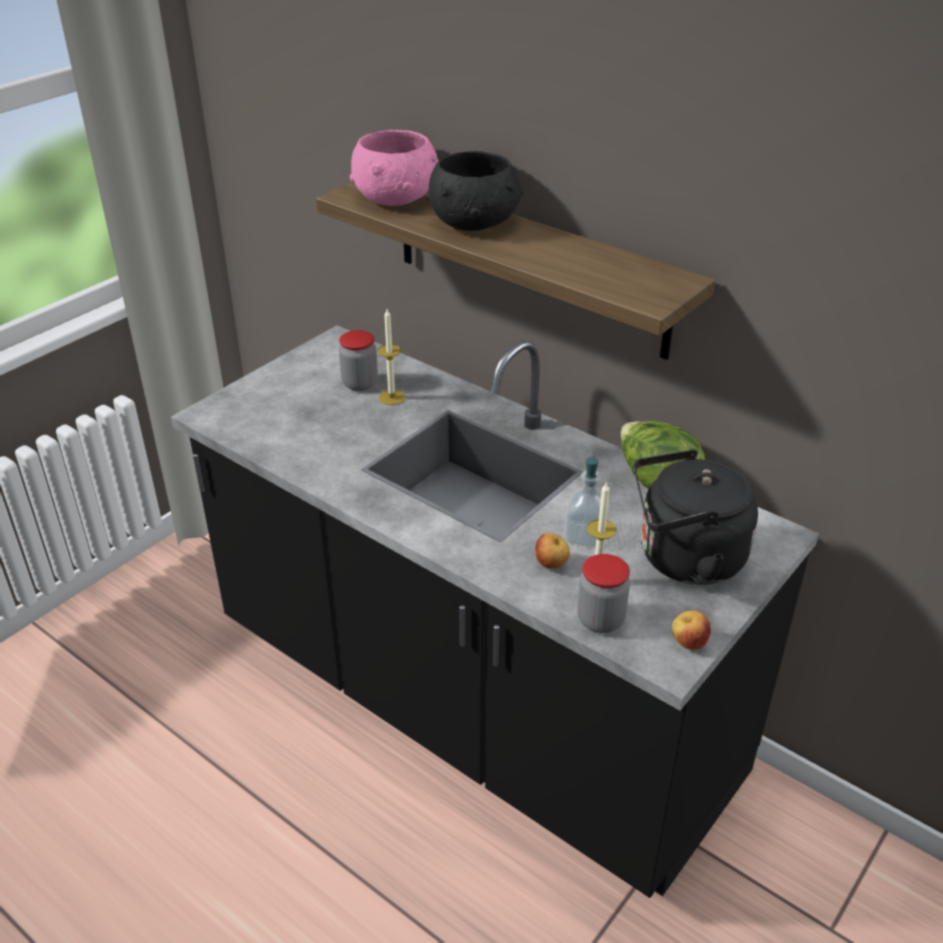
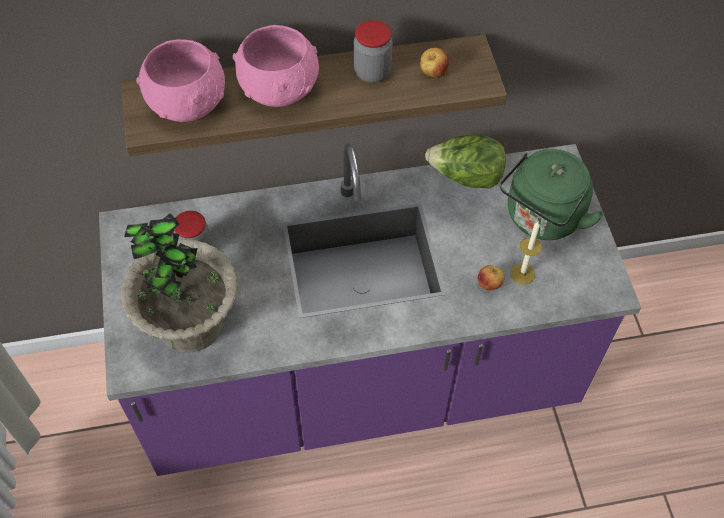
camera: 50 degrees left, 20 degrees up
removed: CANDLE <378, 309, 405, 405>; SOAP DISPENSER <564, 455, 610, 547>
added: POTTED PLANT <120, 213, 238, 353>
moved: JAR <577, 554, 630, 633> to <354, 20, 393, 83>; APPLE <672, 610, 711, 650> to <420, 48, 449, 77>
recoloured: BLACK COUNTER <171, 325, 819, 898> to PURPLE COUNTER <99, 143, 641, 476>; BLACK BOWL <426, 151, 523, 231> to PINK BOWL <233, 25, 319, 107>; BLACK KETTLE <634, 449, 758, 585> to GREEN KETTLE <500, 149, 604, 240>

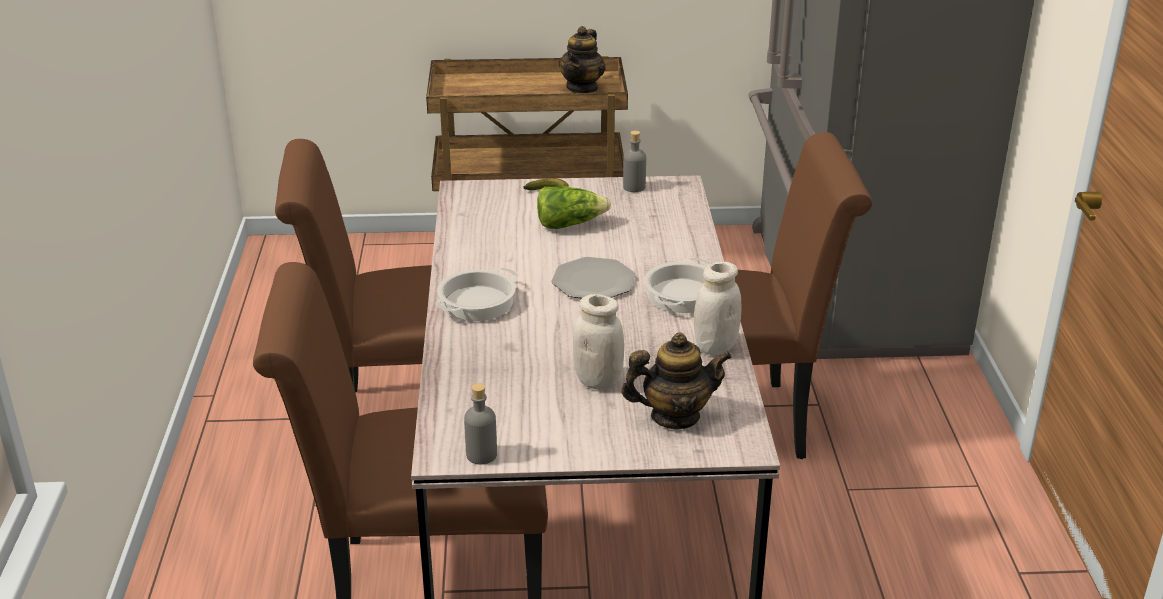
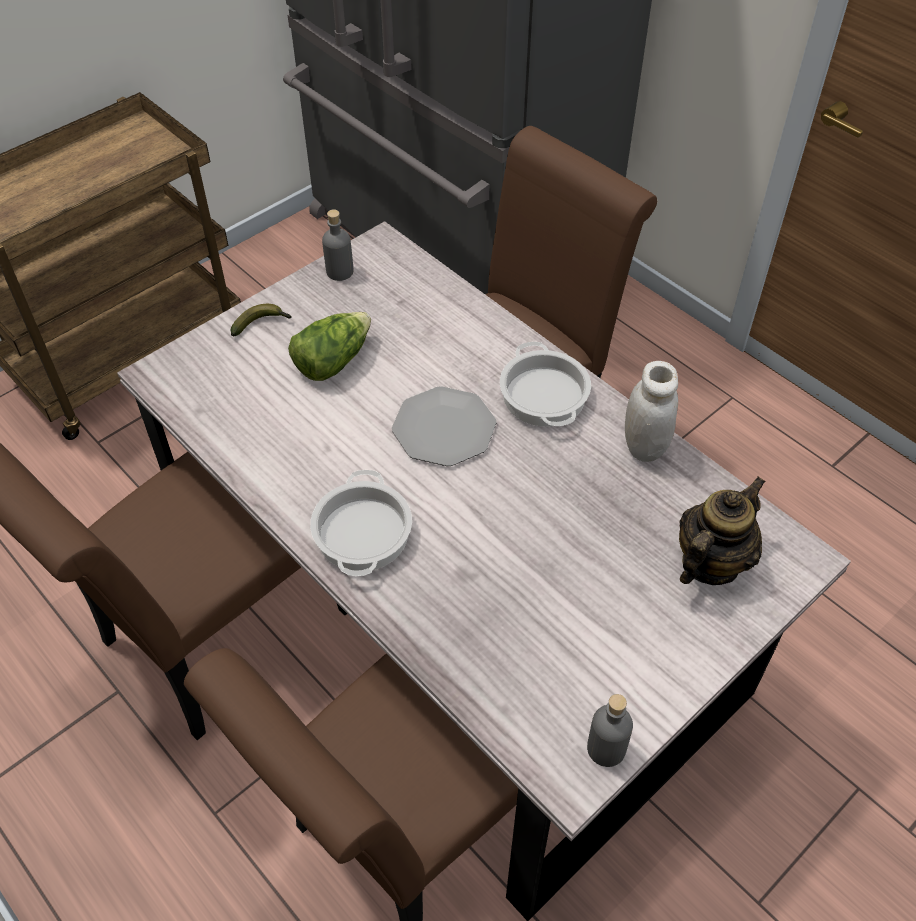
camera: 40 degrees left, 20 degrees up
removed: TEAPOT <559, 26, 606, 93>; WHITE JAR <573, 294, 624, 390>

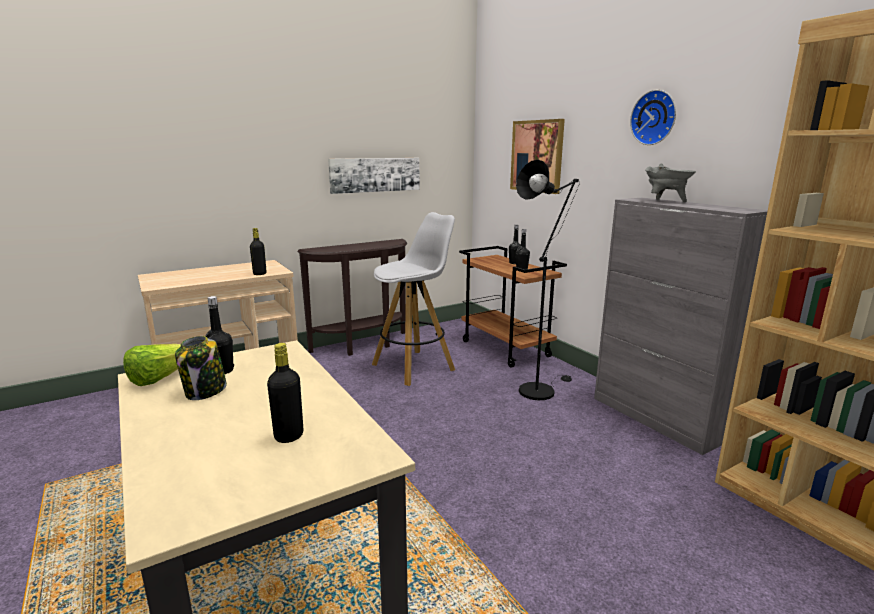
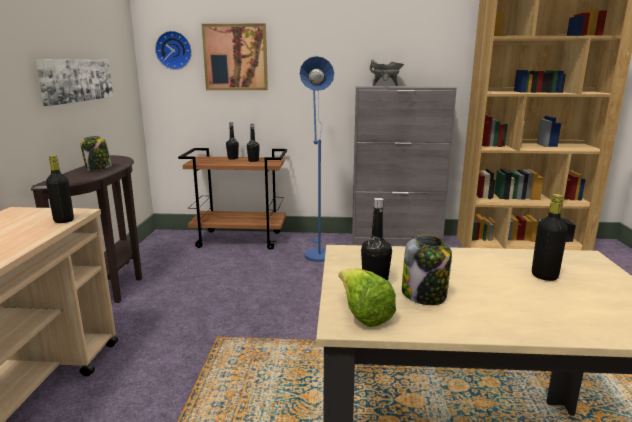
camera: 55 degrees left, 0 degrees up
removed: WHITE STOOL <372, 212, 455, 386>
added: JAR <80, 136, 112, 171>
moved: WALL CLOCK <630, 90, 676, 145> to <155, 31, 192, 70>
recoloured: BLACK FLOOR LAMP <516, 160, 580, 400> to BLUE FLOOR LAMP <300, 56, 334, 262>

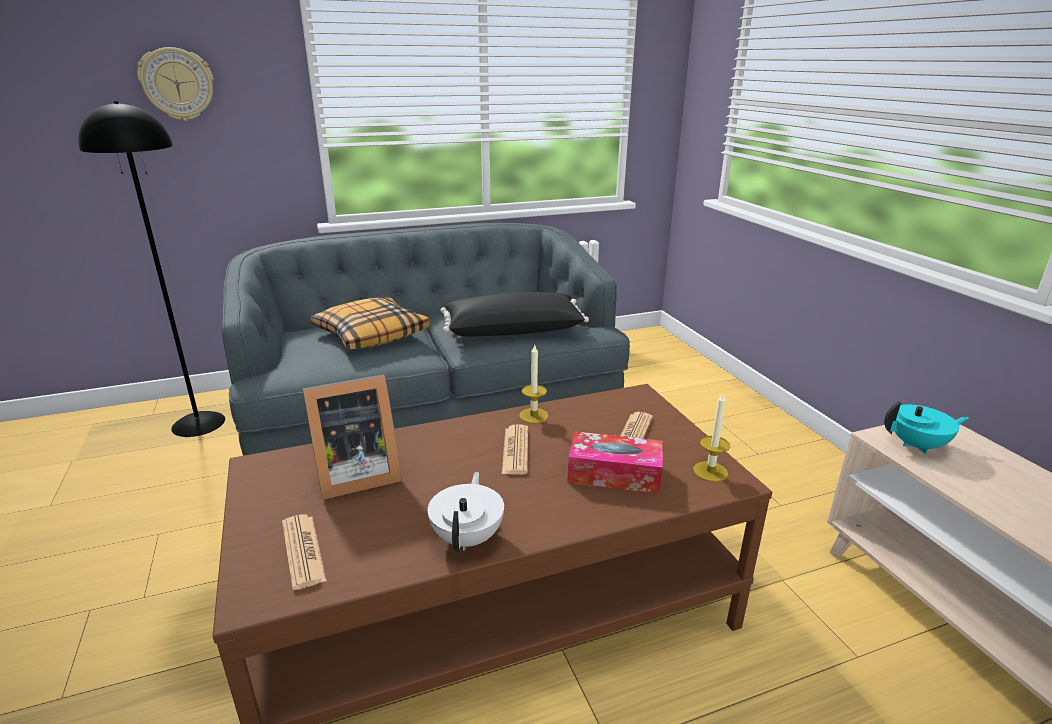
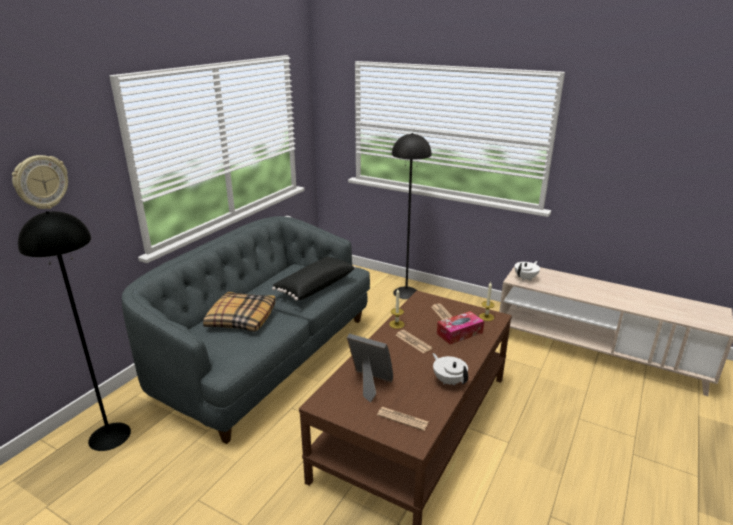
camera: 40 degrees left, 0 degrees up
added: BLACK FLOOR LAMP <392, 133, 431, 299>
recoloured: TURQUOISE TEAPOT <884, 401, 969, 454> to WHITE TEAPOT <514, 261, 540, 281>
turned: PICTURE FRAME <303, 375, 402, 500> = <347, 333, 393, 403> 90 degrees counterclockwise

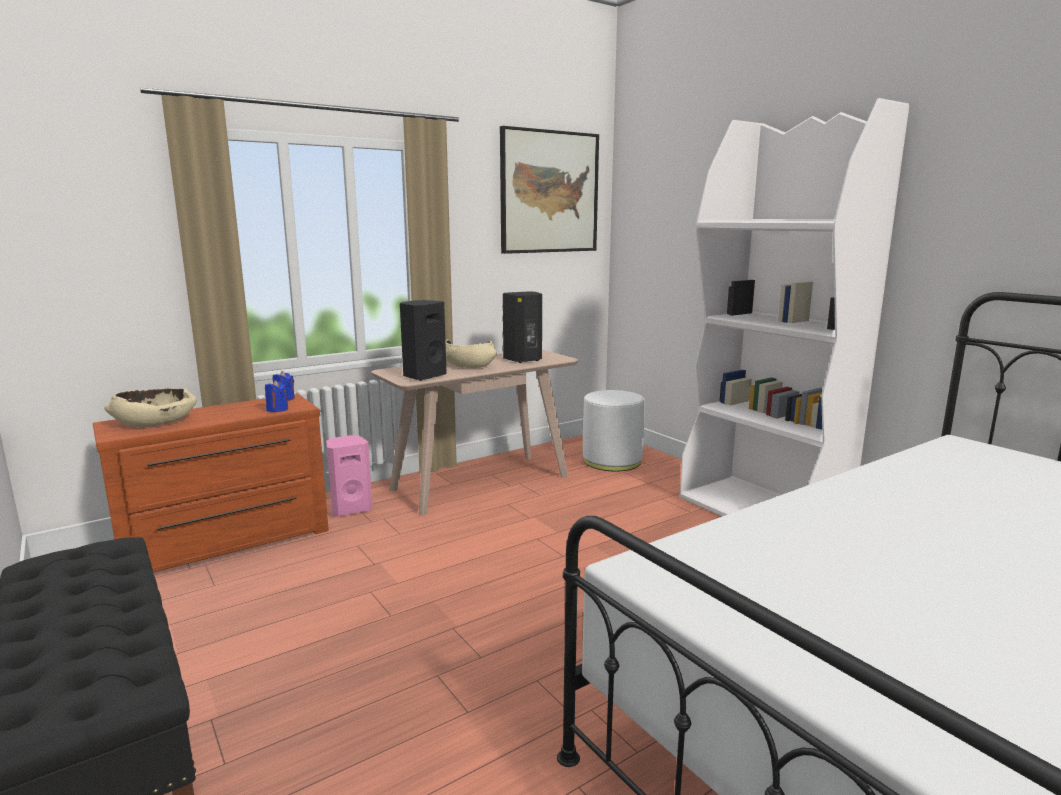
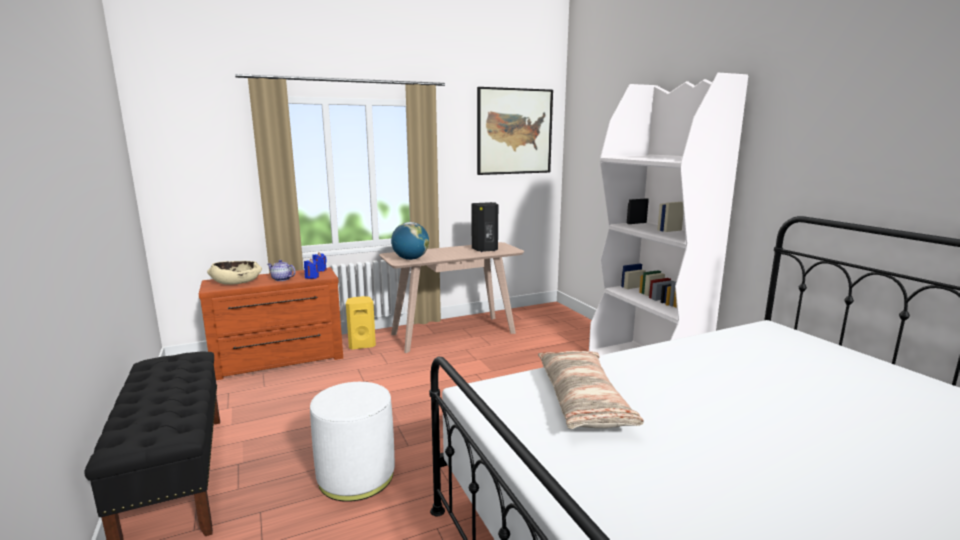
camera: 10 degrees right, 0 degrees up
removed: BEIGE BOWL <445, 339, 497, 368>
added: TEAPOT <268, 260, 296, 281>; PILLOW <538, 351, 644, 429>
moved: WHITE OTTOMAN <583, 390, 645, 471> to <310, 382, 395, 502>
replaced: BLACK SPEAKER <400, 300, 447, 381> to GLOBE <391, 222, 429, 260>
recoloured: PINK SPEAKER <326, 435, 373, 517> to YELLOW SPEAKER <346, 296, 376, 350>

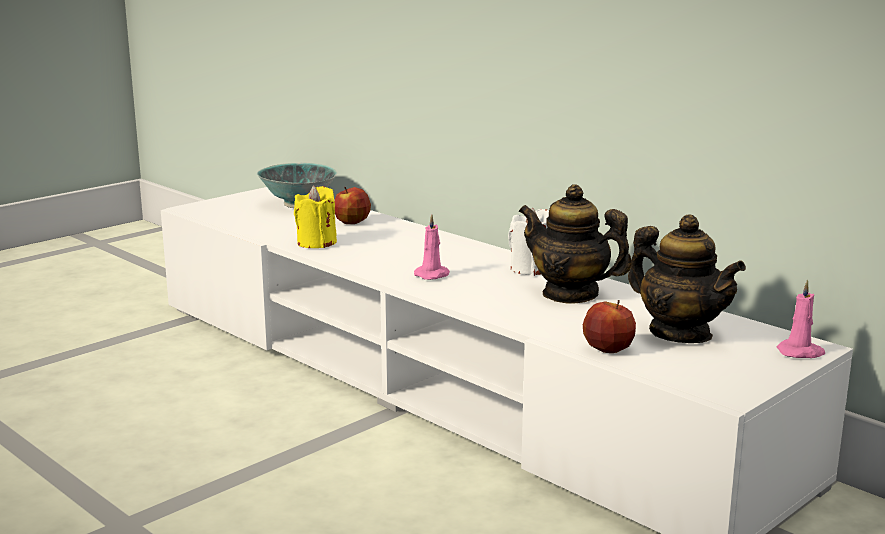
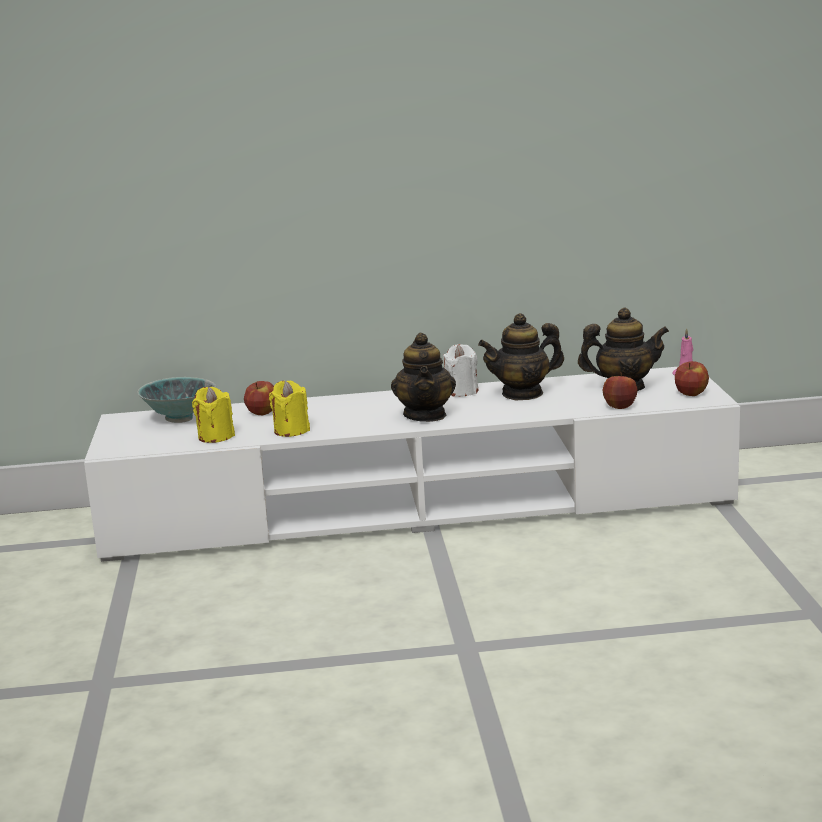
camera: 50 degrees left, 0 degrees up
added: YELLOW CANDLE <192, 387, 235, 443>; APPLE <675, 361, 709, 396>
replaced: PINK CANDLE <414, 214, 450, 280> to TEAPOT <391, 333, 456, 422>

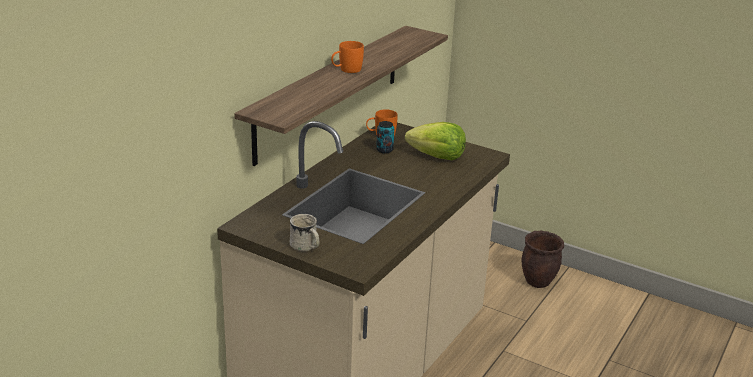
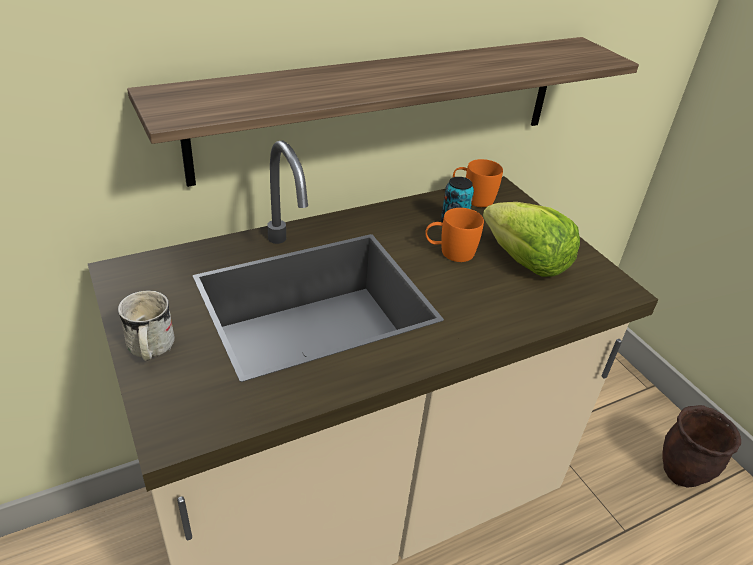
camera: 30 degrees right, 10 degrees up
moved: ORANGE MUG <331, 41, 364, 73> to <425, 208, 484, 262>

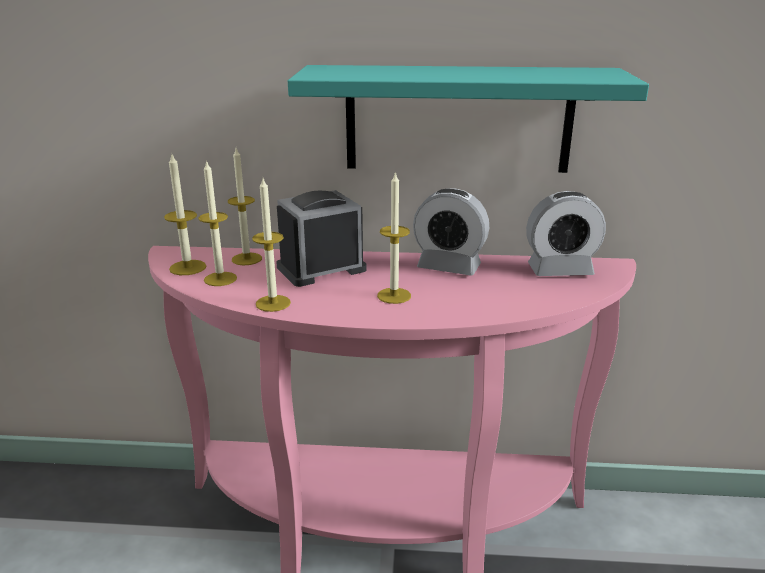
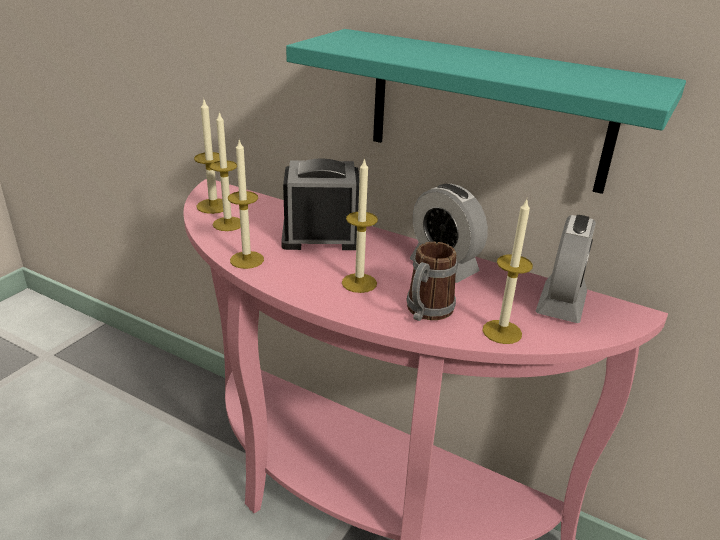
camera: 25 degrees right, 5 degrees up
added: MUG <406, 242, 457, 321>
moved: CANDLE <228, 148, 262, 265> to <482, 199, 533, 344>
turned: ALARM CLOCK <526, 191, 606, 276> = <535, 215, 596, 323> 90 degrees counterclockwise

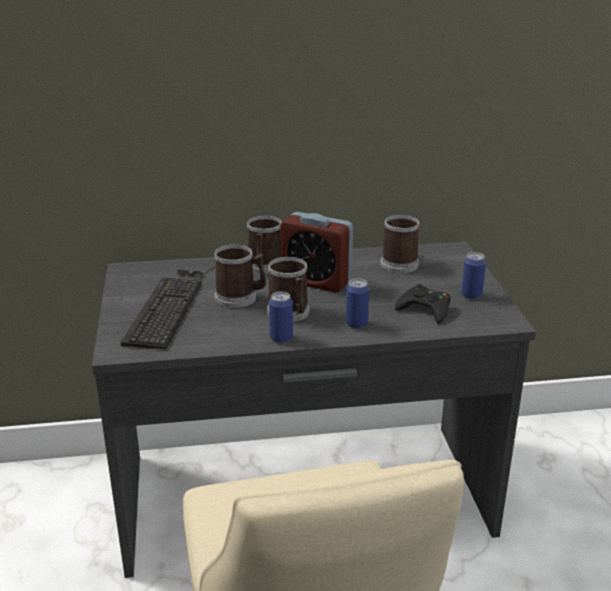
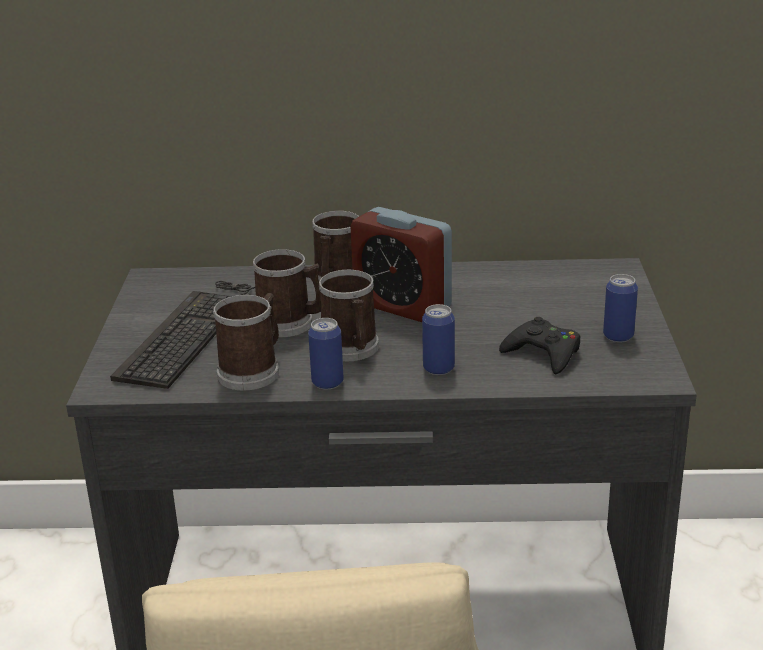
camera: 10 degrees right, 0 degrees up
moved: MUG <380, 214, 420, 273> to <213, 293, 279, 391>

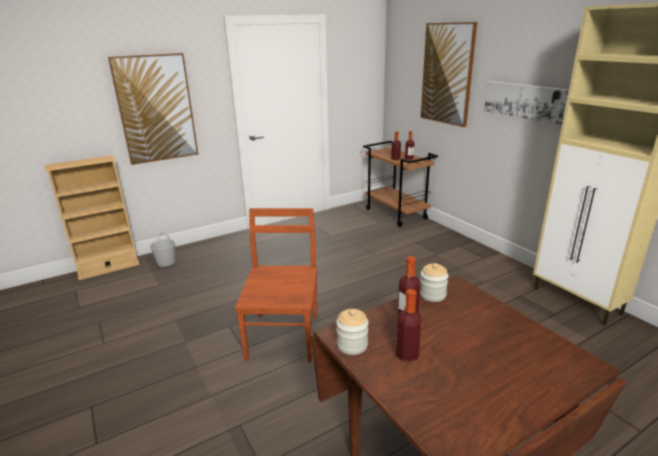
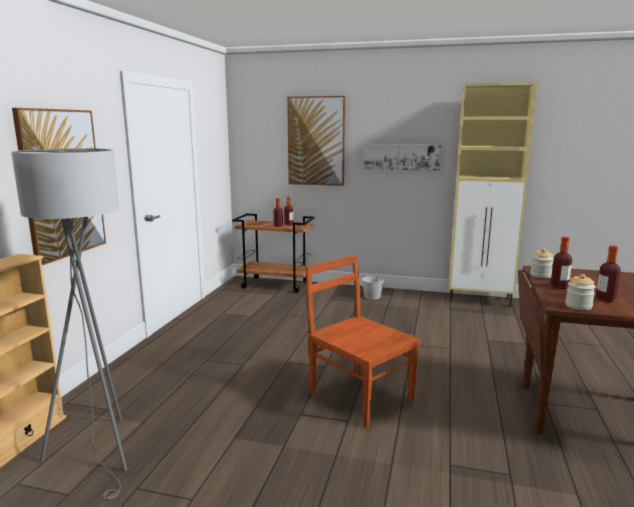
camera: 45 degrees left, 10 degrees down
added: GREY FLOOR LAMP <11, 148, 127, 500>
moved: WHITE BUCKET <150, 233, 175, 266> to <362, 269, 384, 299>

